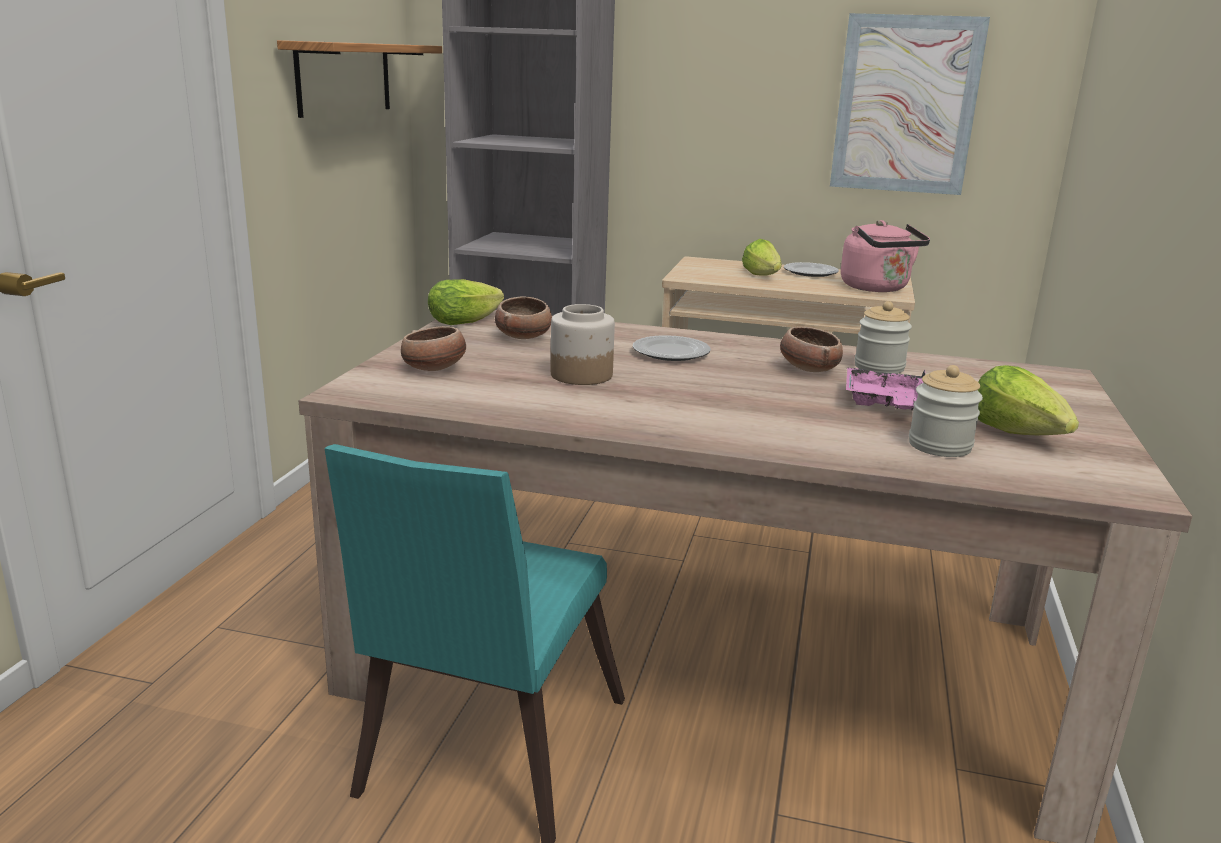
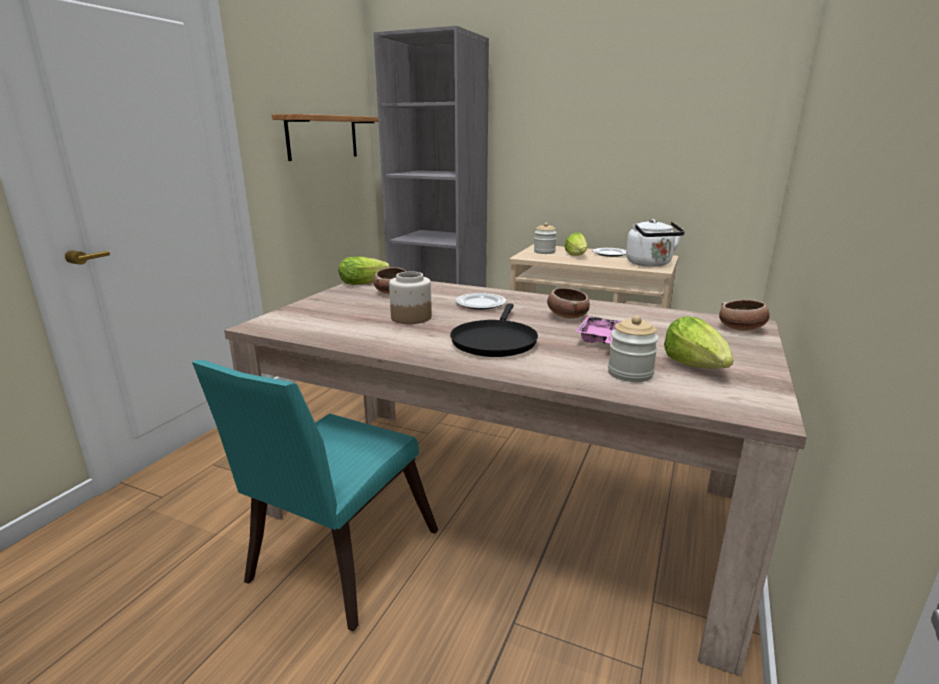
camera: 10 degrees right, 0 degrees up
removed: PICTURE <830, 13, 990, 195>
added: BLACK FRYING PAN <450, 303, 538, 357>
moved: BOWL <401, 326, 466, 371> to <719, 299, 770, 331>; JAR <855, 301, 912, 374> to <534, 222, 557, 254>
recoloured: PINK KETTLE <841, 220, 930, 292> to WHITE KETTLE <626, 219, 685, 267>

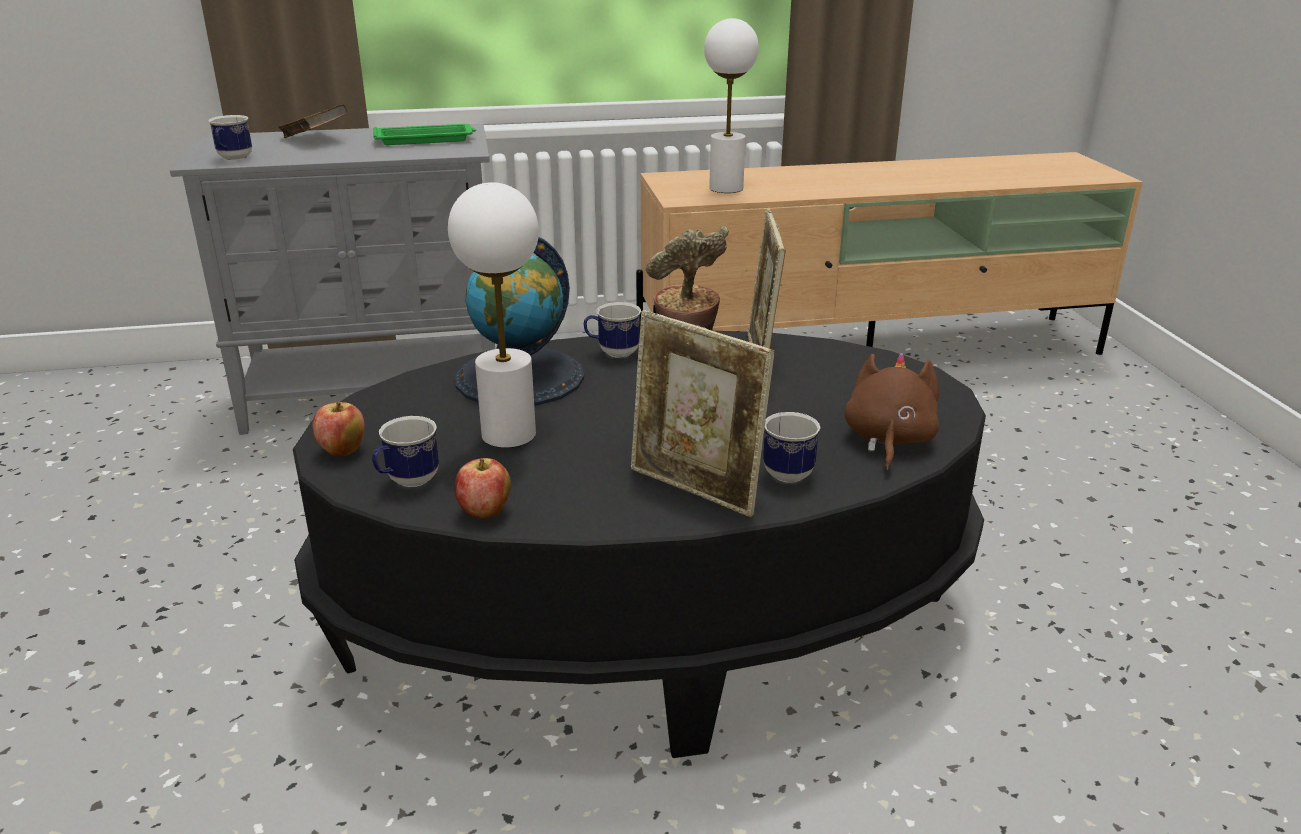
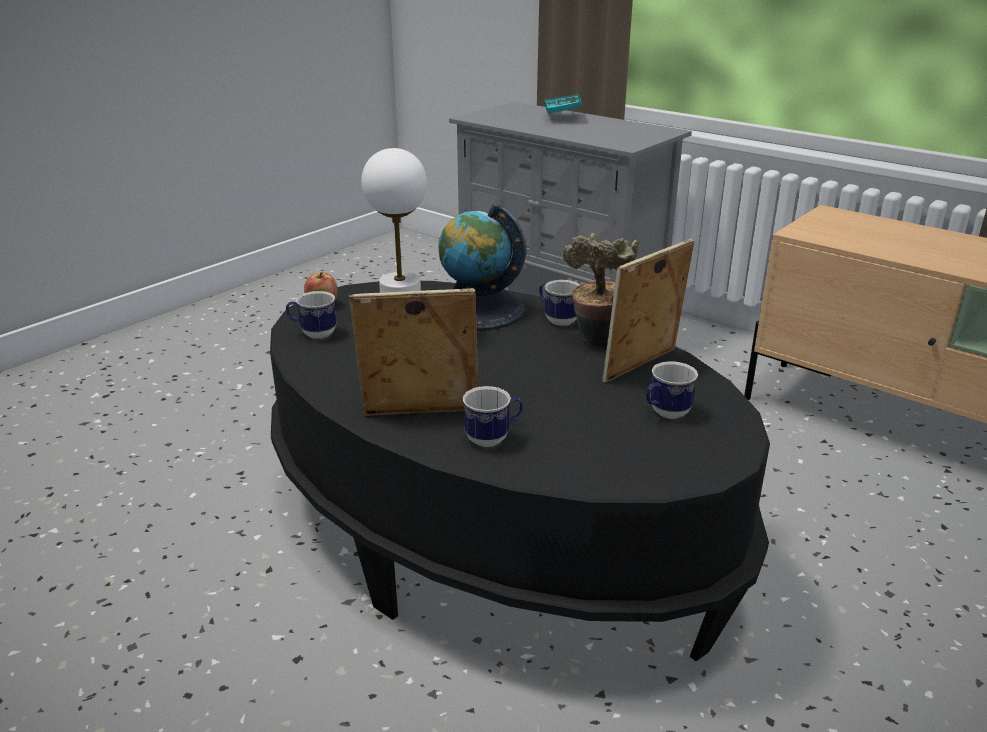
camera: 50 degrees right, 0 degrees up
removed: GREEN TRAY <374, 124, 476, 145>; APPLE <455, 458, 511, 519>; WHITE TABLE LAMP <704, 18, 759, 193>; BROWN PLUSH TOY <844, 353, 939, 470>
moved: MUG <209, 115, 252, 160> to <646, 361, 698, 419>
recoloured: BROWN BOOK <278, 104, 348, 138> to TURQUOISE BOOK <544, 95, 581, 113>
turned: PICTURE FRAME <631, 310, 775, 517> = <349, 288, 478, 416> 90 degrees clockwise

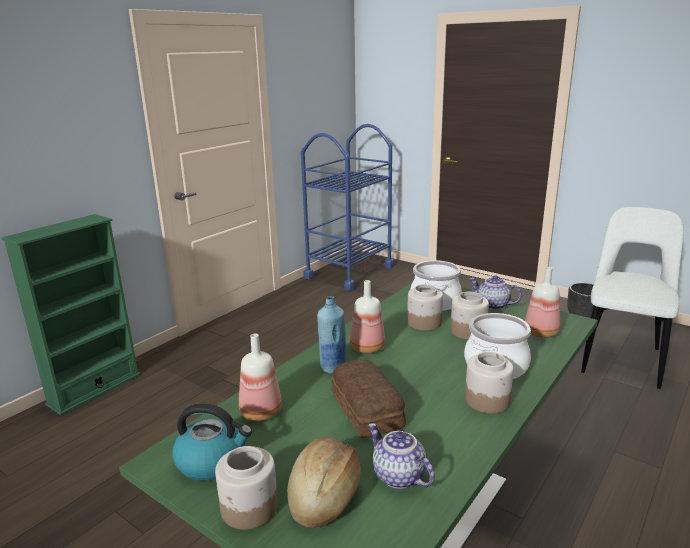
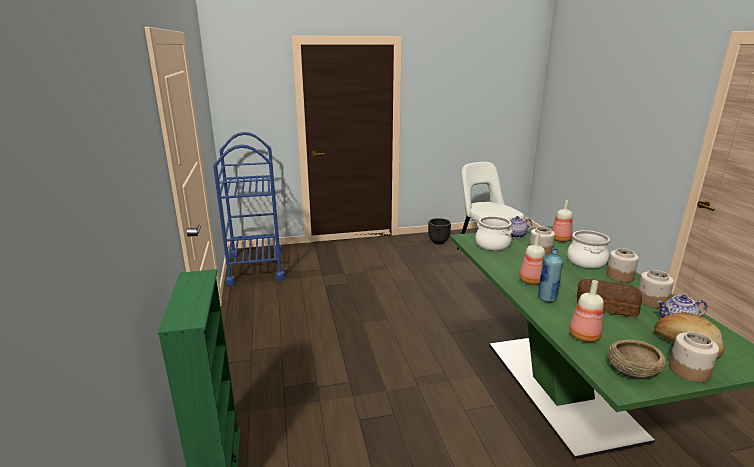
camera: 50 degrees left, 0 degrees up
moved: JAR <407, 284, 443, 331> to <638, 270, 674, 308>
replaced: KETTLE <173, 403, 252, 481> to BEIGE BOWL <608, 340, 666, 378>

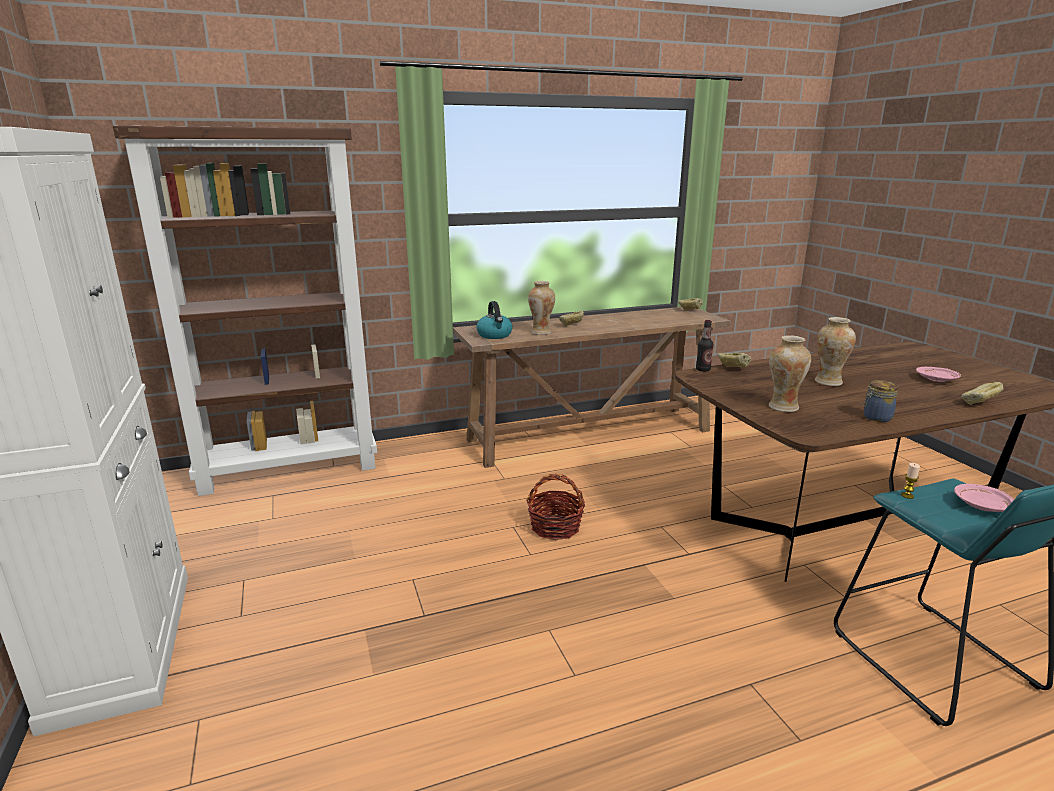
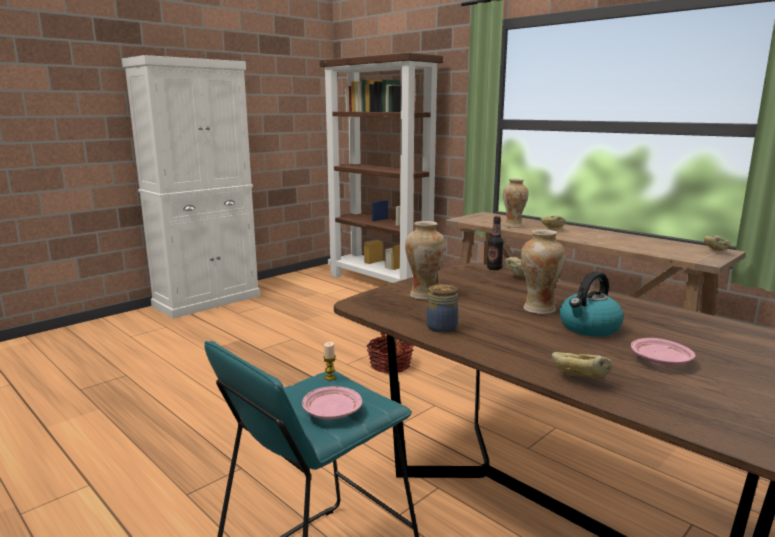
camera: 65 degrees right, 5 degrees down
moved: KETTLE <476, 301, 513, 339> to <559, 271, 624, 337>

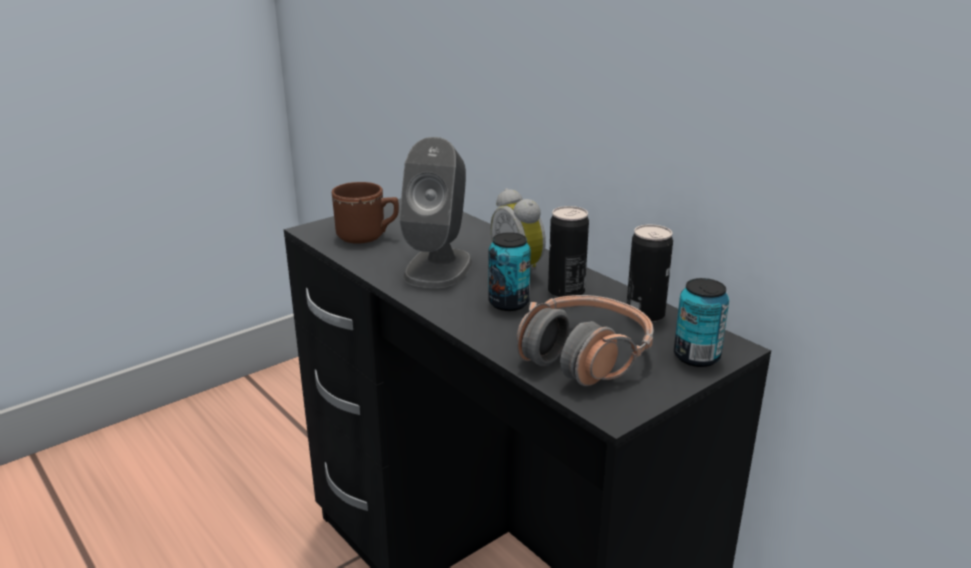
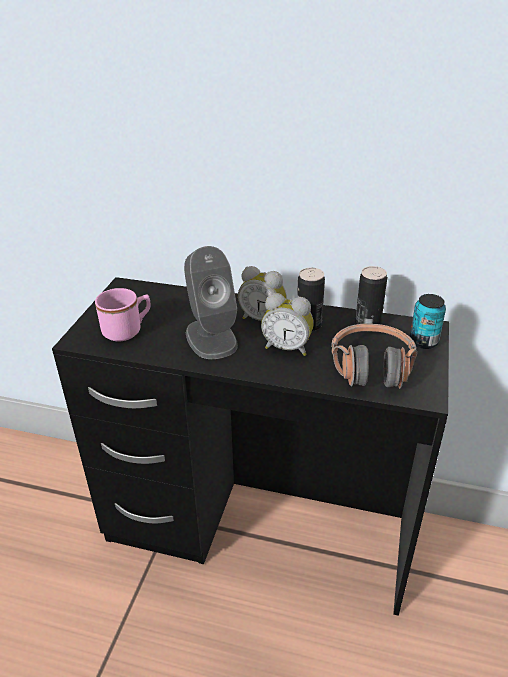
camera: 35 degrees left, 10 degrees up
replaced: CAN <488, 232, 531, 311> to ALARM CLOCK <261, 293, 314, 356>
recoloured: BROWN MUG <332, 182, 399, 244> to PINK MUG <95, 288, 151, 341>

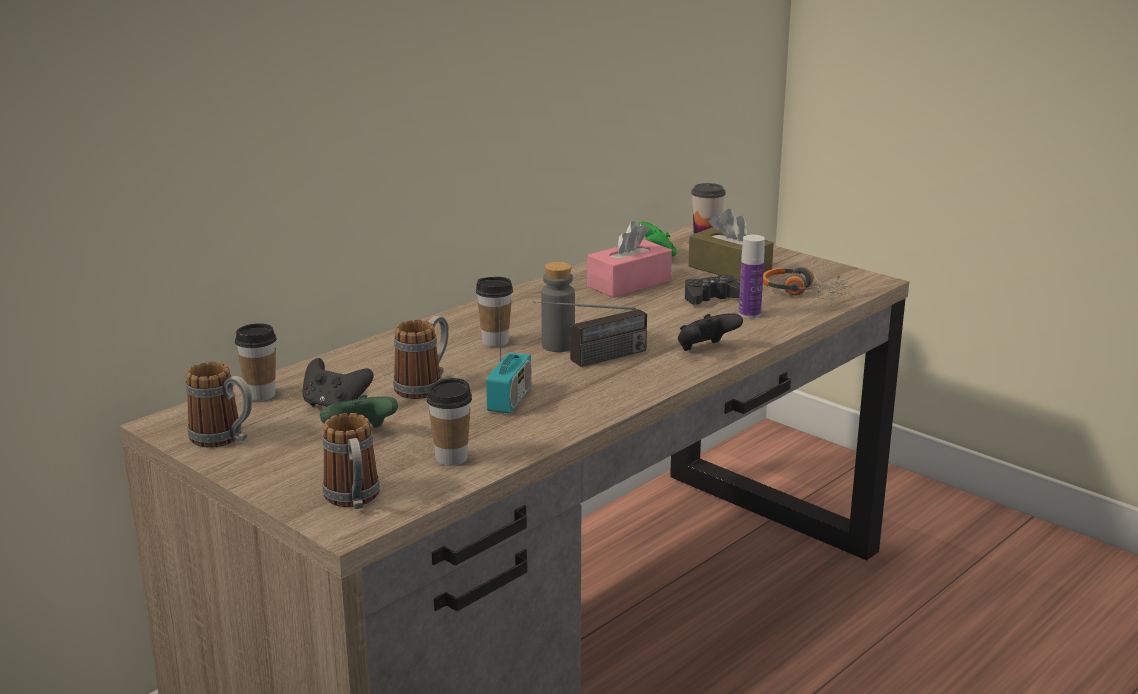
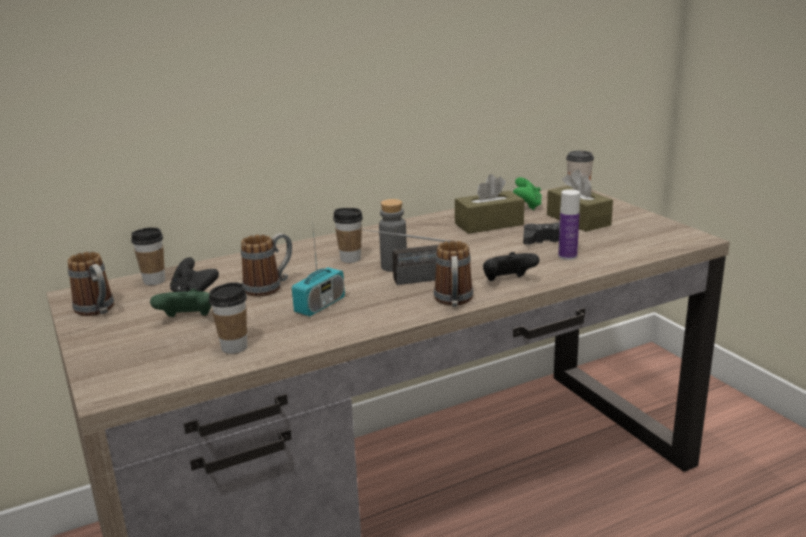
camera: 20 degrees right, 0 degrees up
removed: HEADPHONES <763, 266, 848, 299>
moved: MUG <323, 413, 380, 509> to <434, 241, 473, 307>
recoloured: PINK TISSUE BOX <587, 221, 672, 298> to BROWN TISSUE BOX <455, 174, 524, 234>

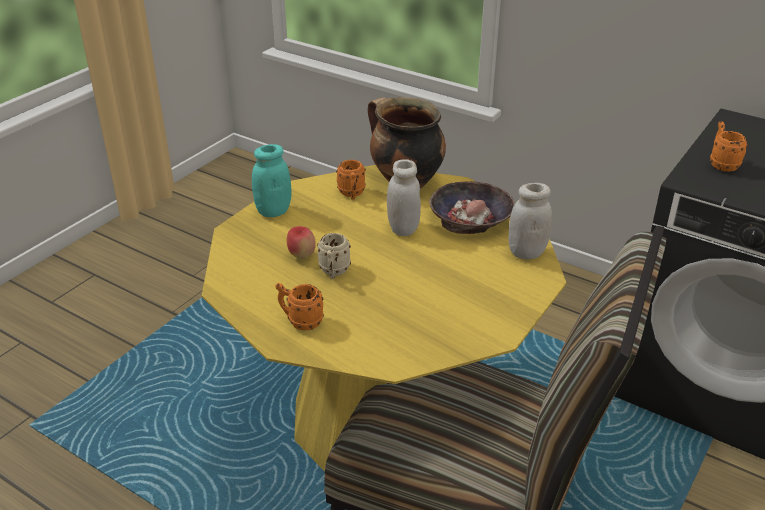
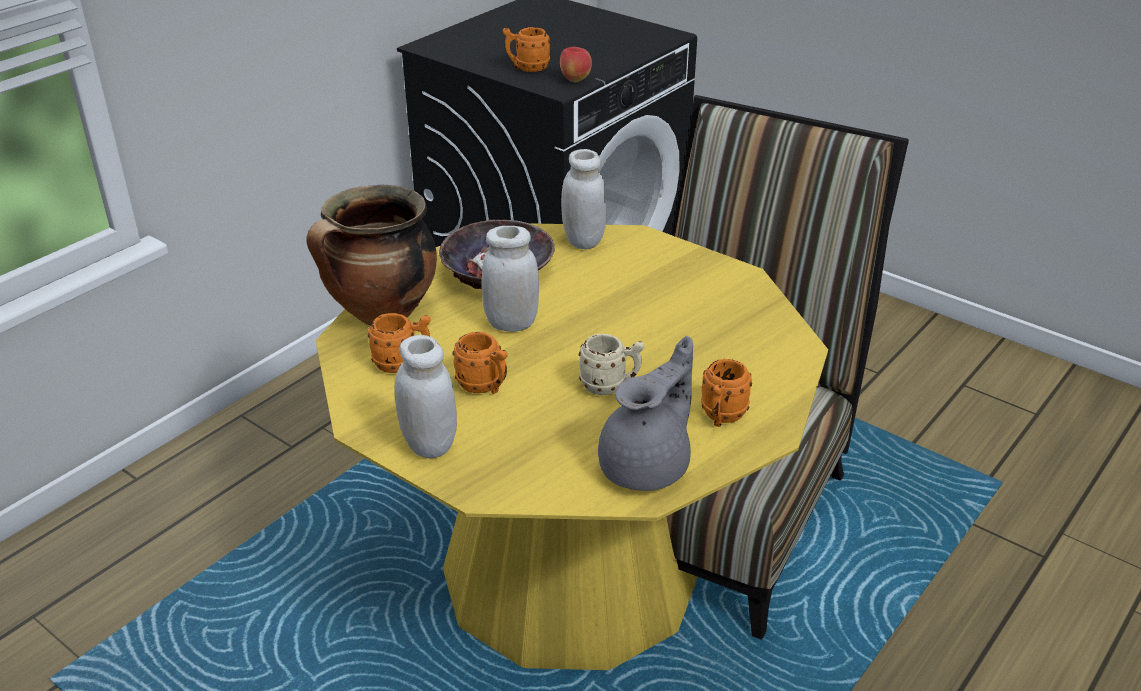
camera: 85 degrees left, 0 degrees up
added: ORANGE MUG <452, 332, 507, 394>; GREY TEAPOT <598, 336, 693, 491>
moved: APPLE <287, 226, 316, 259> to <560, 47, 592, 82>
recoloured: TURQUOISE JAR <252, 144, 292, 217> to WHITE JAR <395, 335, 457, 458>

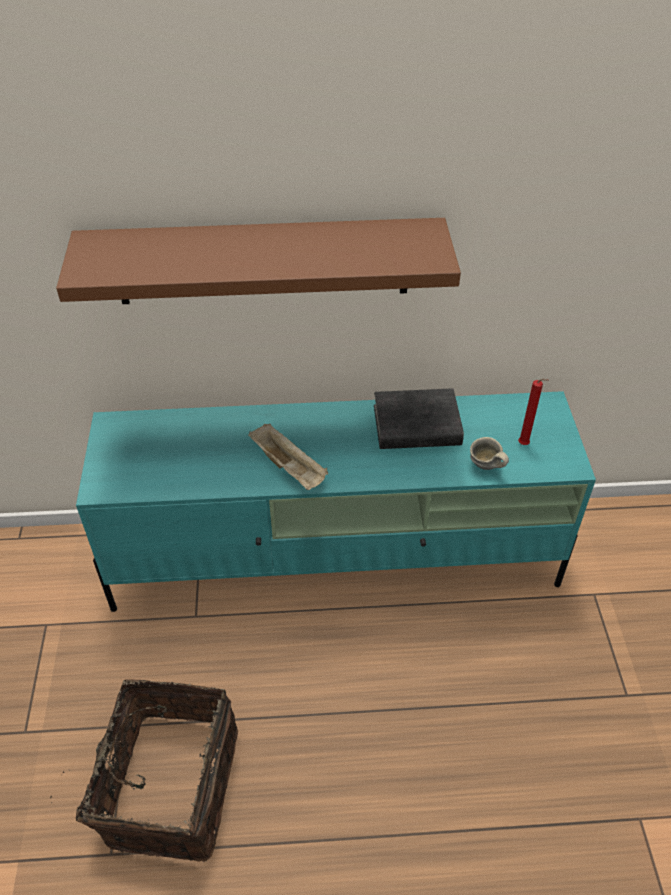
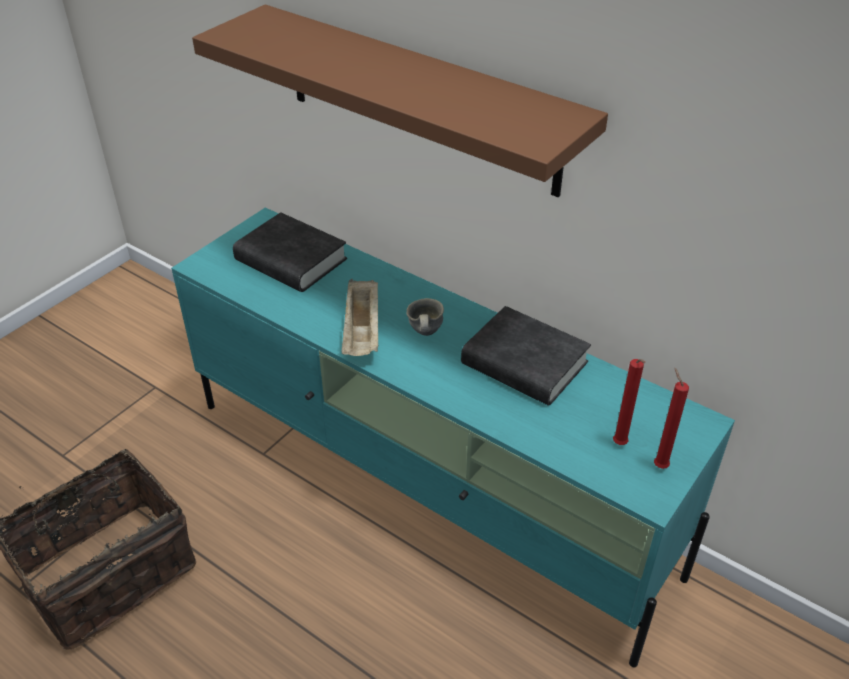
camera: 40 degrees right, 5 degrees down
added: BLACK BOOK <233, 212, 347, 292>; RED CANDLE <654, 368, 689, 469>
moved: GREY MUG <470, 437, 509, 470> to <406, 298, 444, 336>

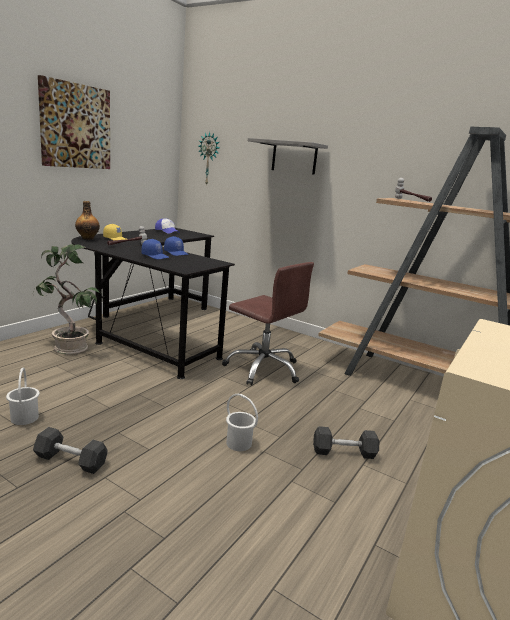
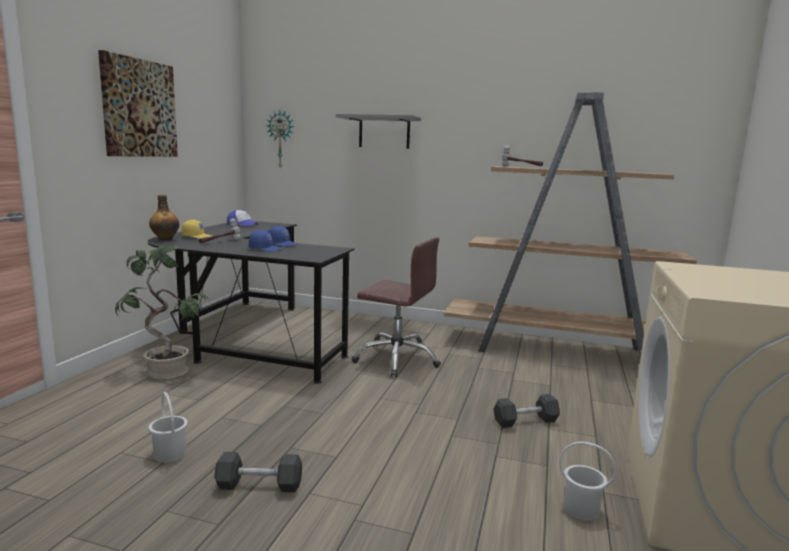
camera: 15 degrees left, 5 degrees down
moved: WHITE BUCKET <226, 394, 258, 451> to <559, 442, 616, 521>

